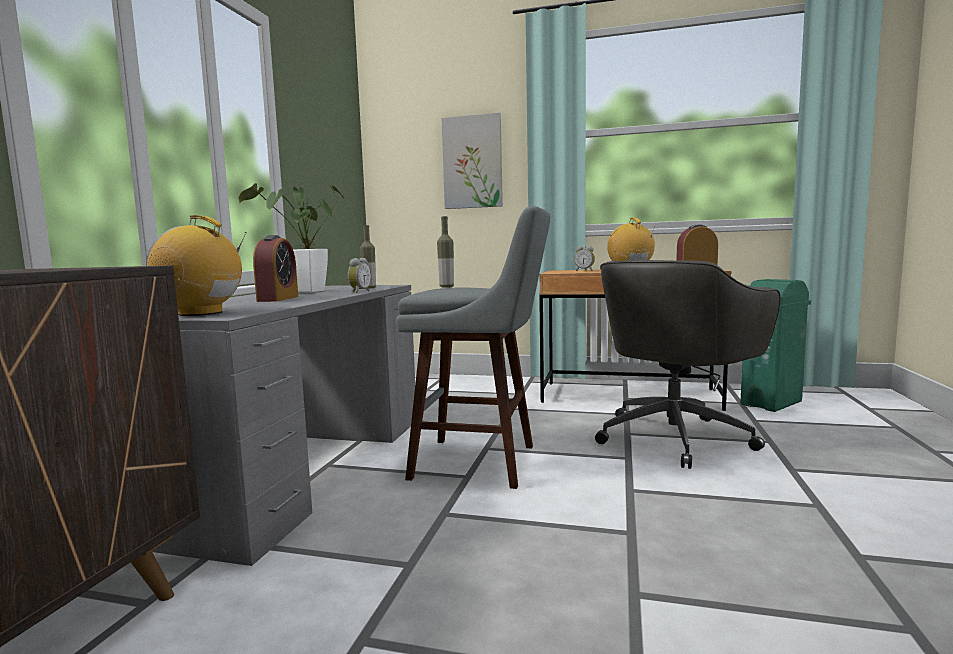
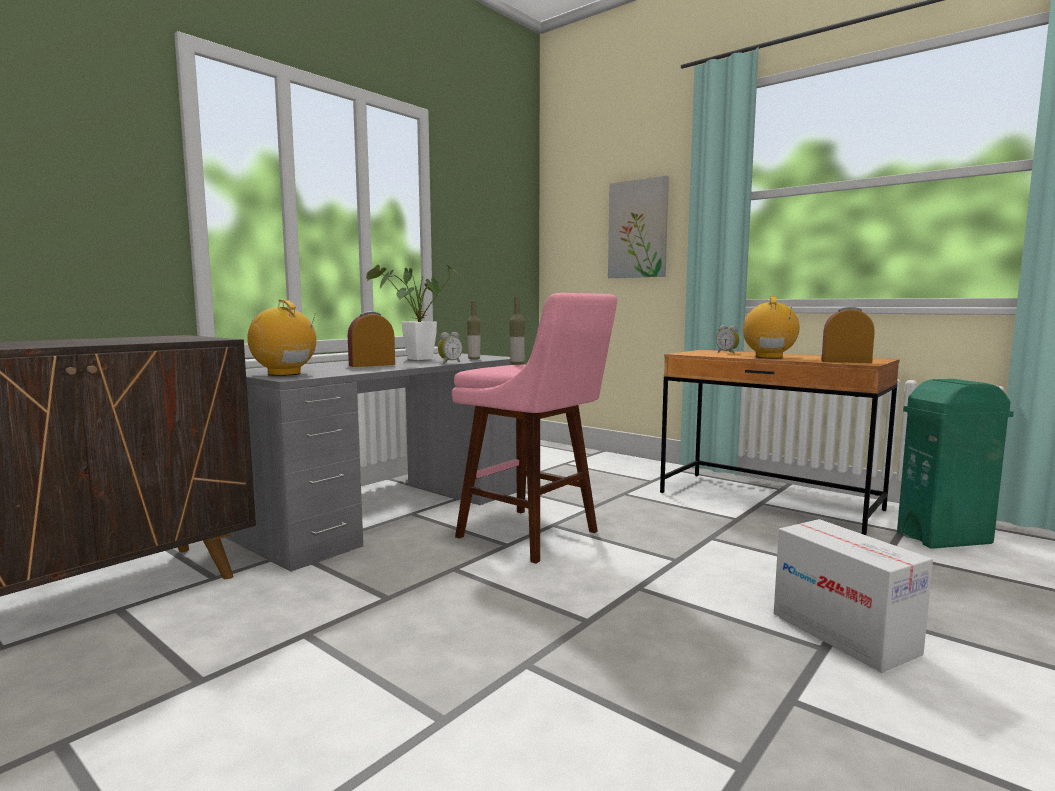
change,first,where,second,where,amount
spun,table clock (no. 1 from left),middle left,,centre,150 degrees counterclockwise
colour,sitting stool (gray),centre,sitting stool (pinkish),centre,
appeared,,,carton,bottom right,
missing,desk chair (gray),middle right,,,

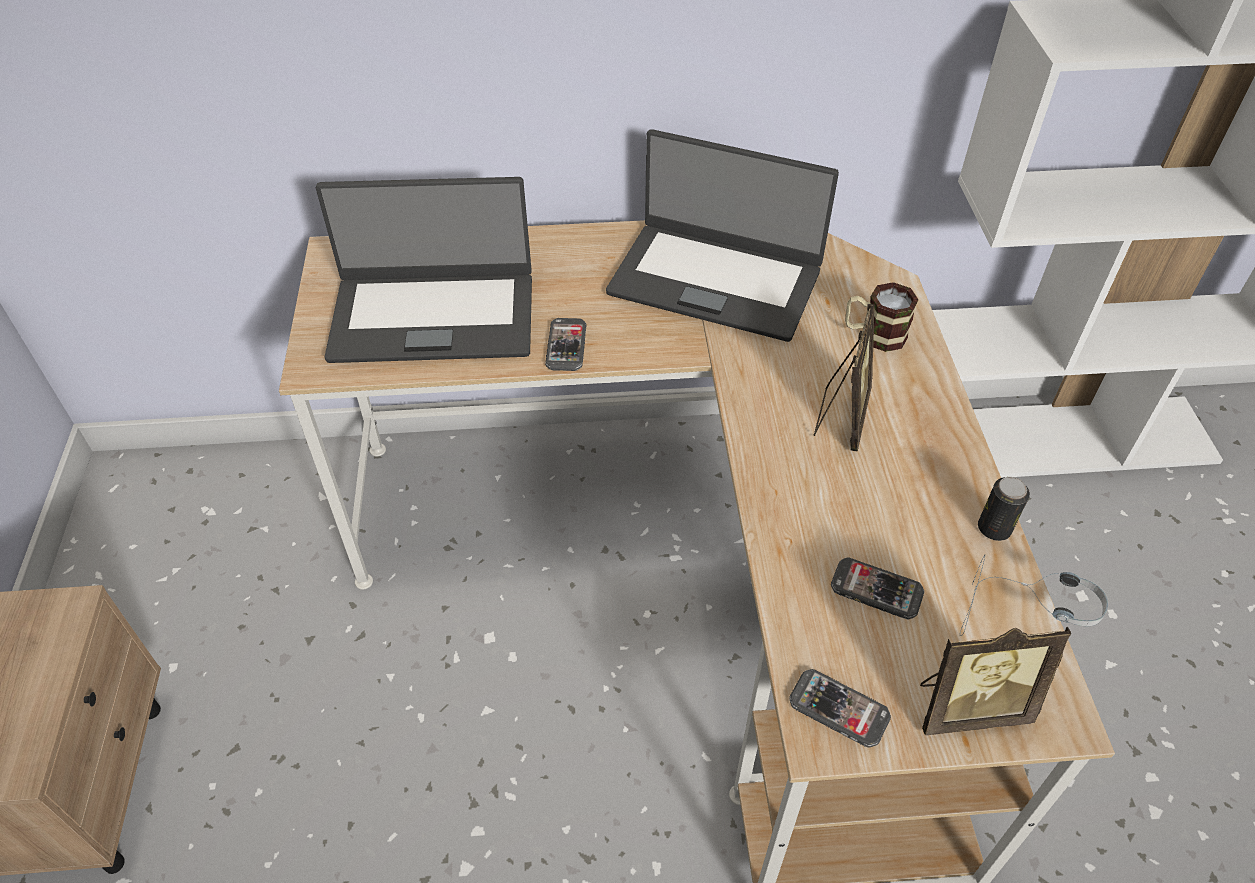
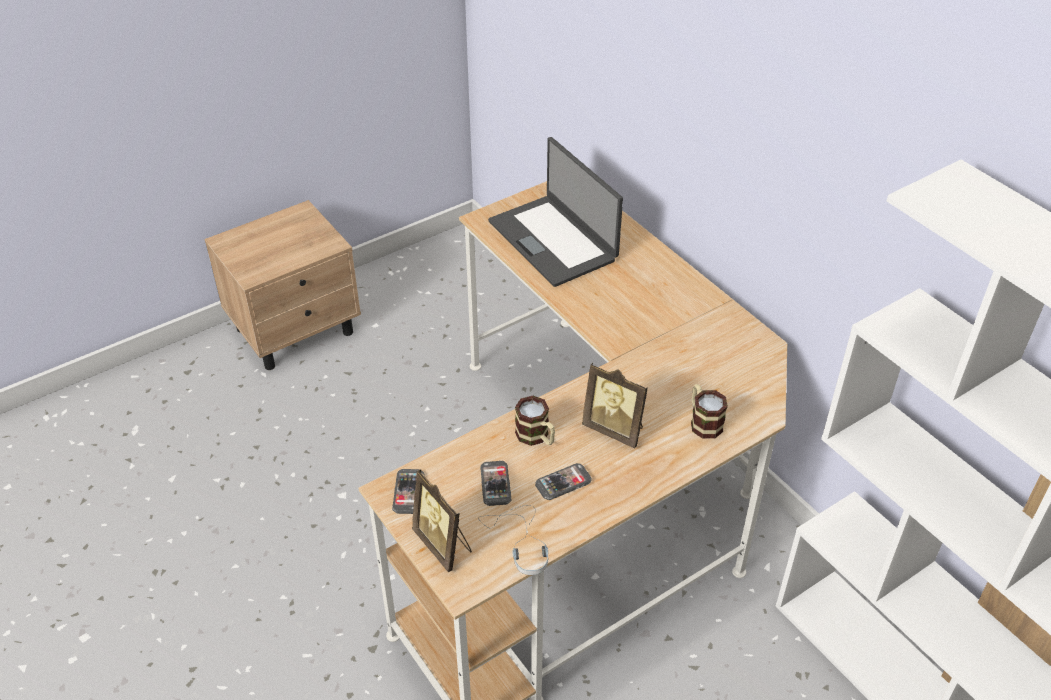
change,first,where,second,where,amount
appeared,,,coffee mug (no. 1 from left),centre,
relocated,telephone (no. 1 from left in the first image),centre,telephone (no. 3 from left),bottom centre,
spun,picture frame (no. 1 from left in the first image),middle right,picture frame (no. 2 from left),centre,45 degrees clockwise
missing,portable computer (no. 2 from left),top centre,,,
missing,sealed can,middle right,,,

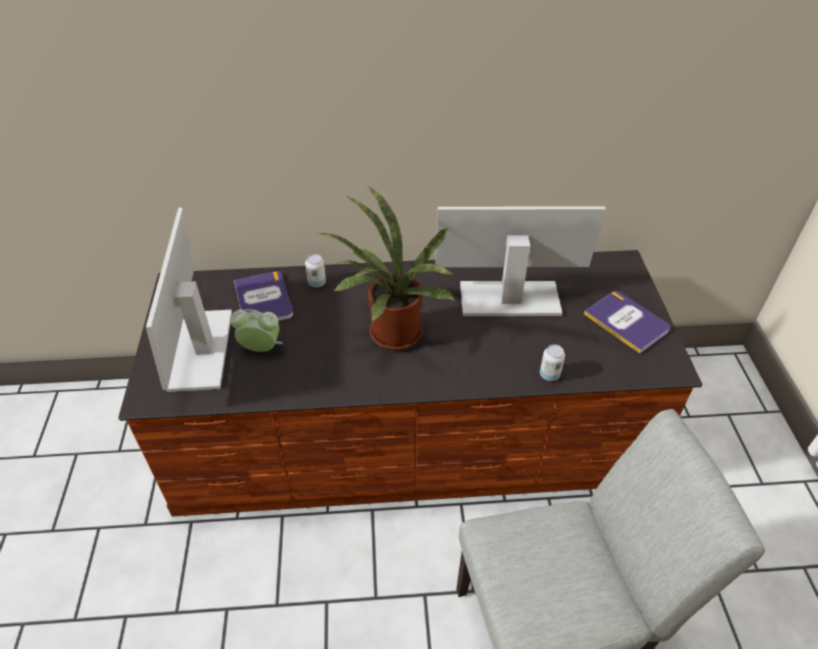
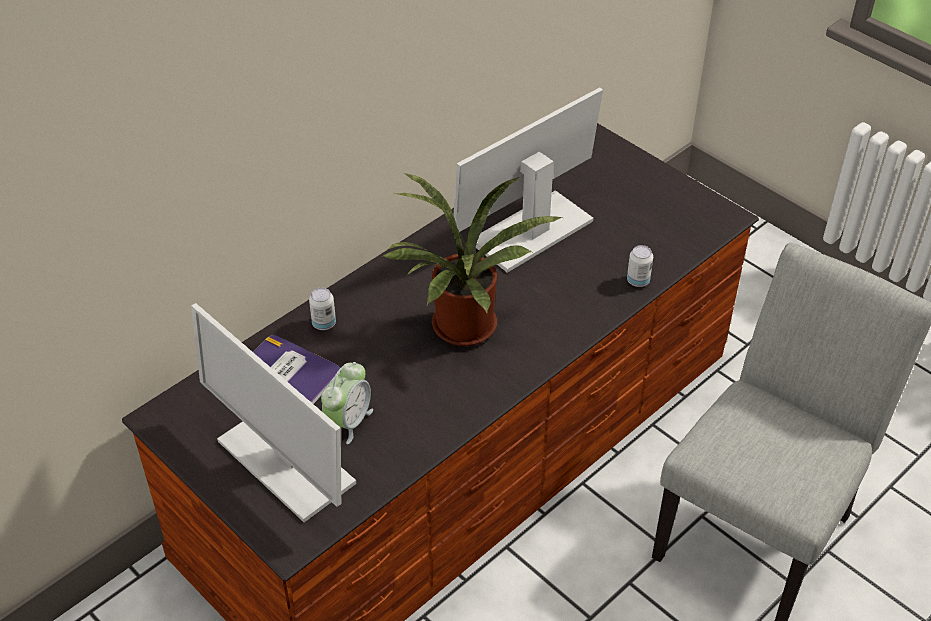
change,first,where,second,where,amount
spun,table clock,middle left,,centre,150 degrees clockwise
missing,volume (no. 2 from left),middle right,,,

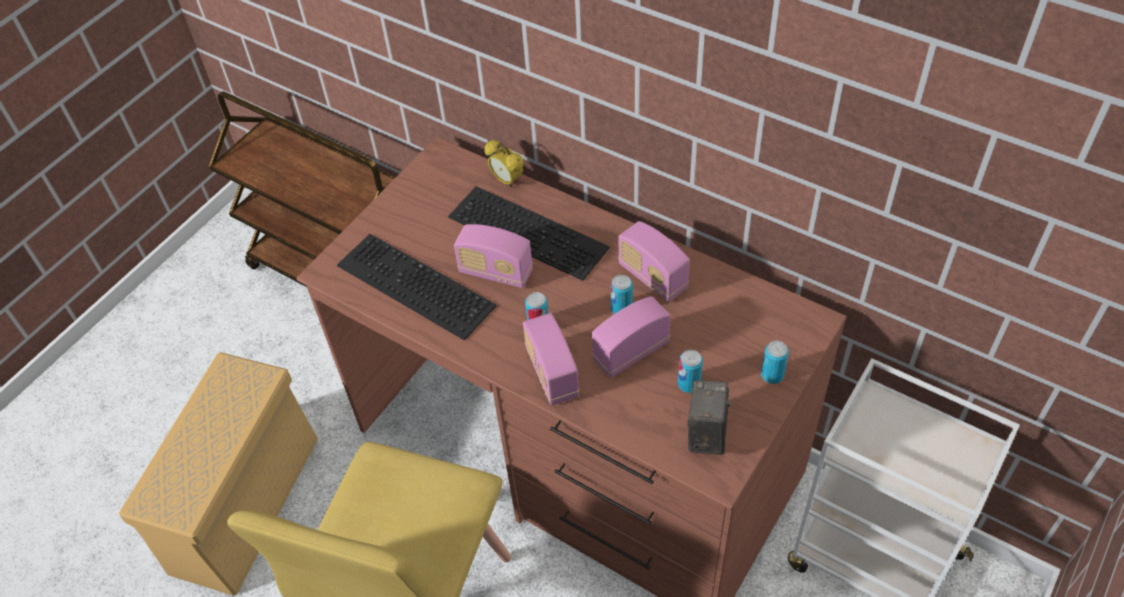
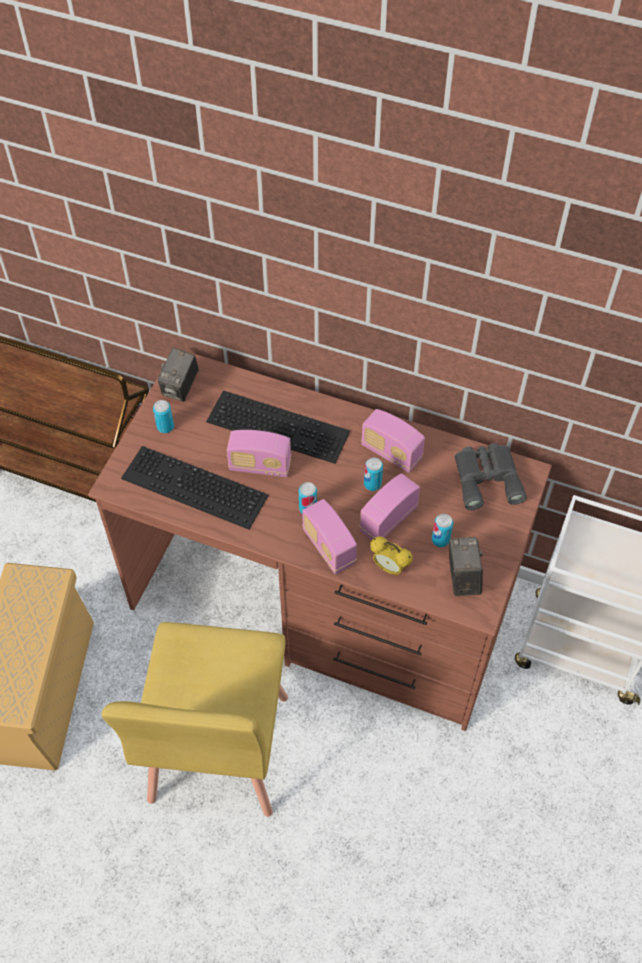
change,first,where,second,where,amount
relocated,sealed can (no. 4 from left in the first image),middle right,sealed can (no. 1 from left),middle left,
appeared,,,photo camera (no. 1 from left),middle left,
relocated,table clock,top centre,,centre,
appeared,,,field glasses (gray),middle right,

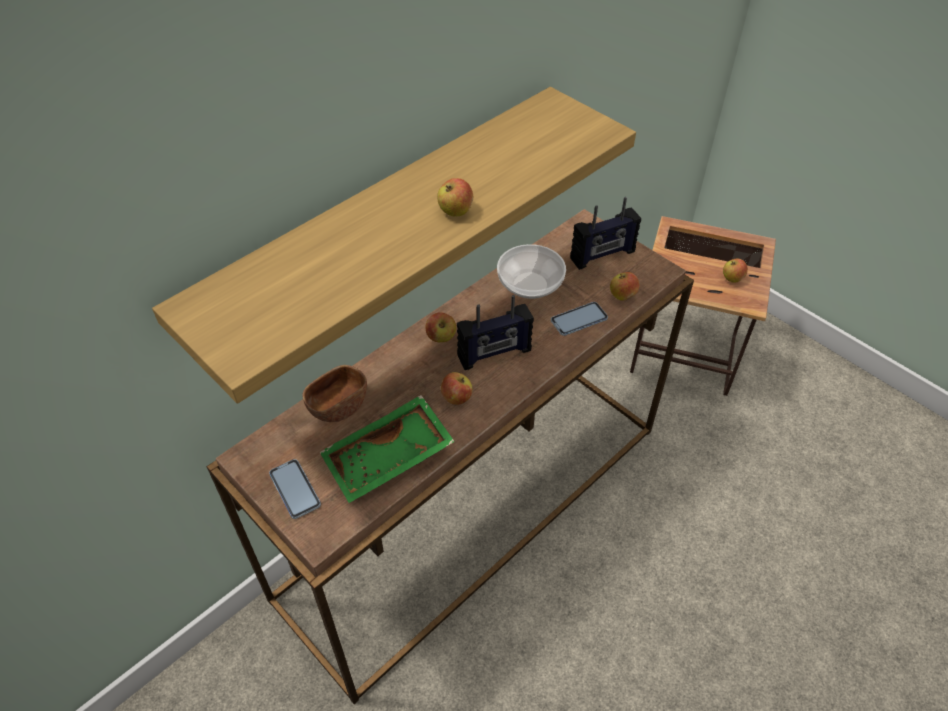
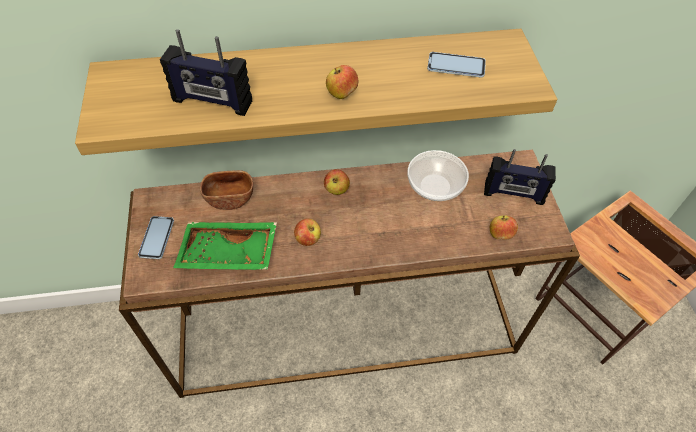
change,first,where,second,where,amount
relocated,radio receiver (no. 1 from left),centre,,top left,
relocated,telephone (no. 2 from left),centre,,top centre,
missing,apple fruit (no. 5 from left),middle right,,,

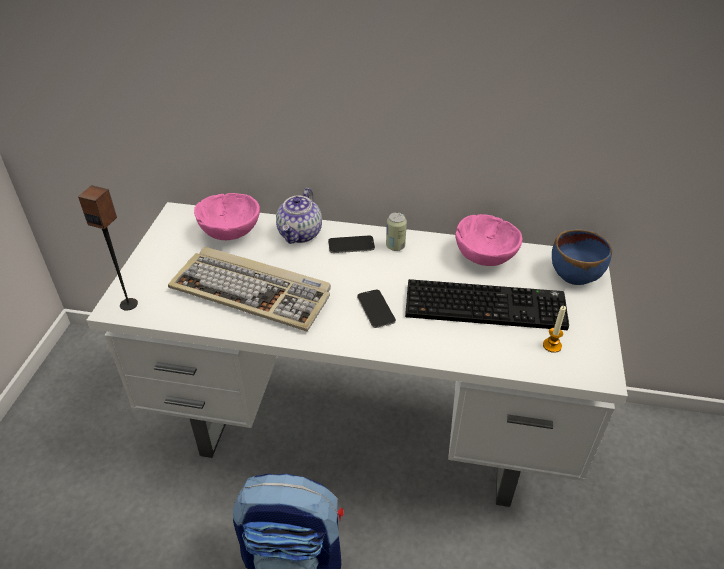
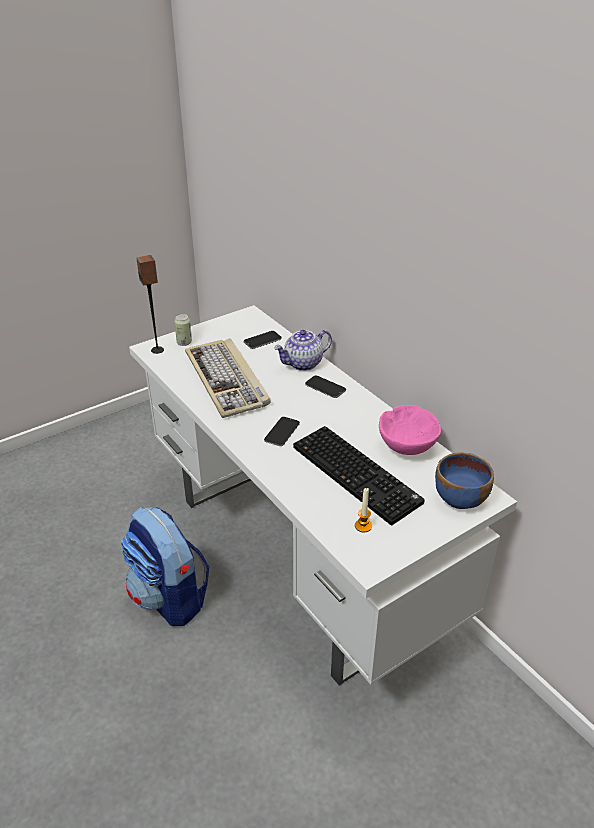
change,first,where,second,where,amount
relocated,sealed can,centre,,middle left,
exchanged,deep dish (pinkish) (no. 1 from left),middle left,telephone (no. 1 from left),centre,

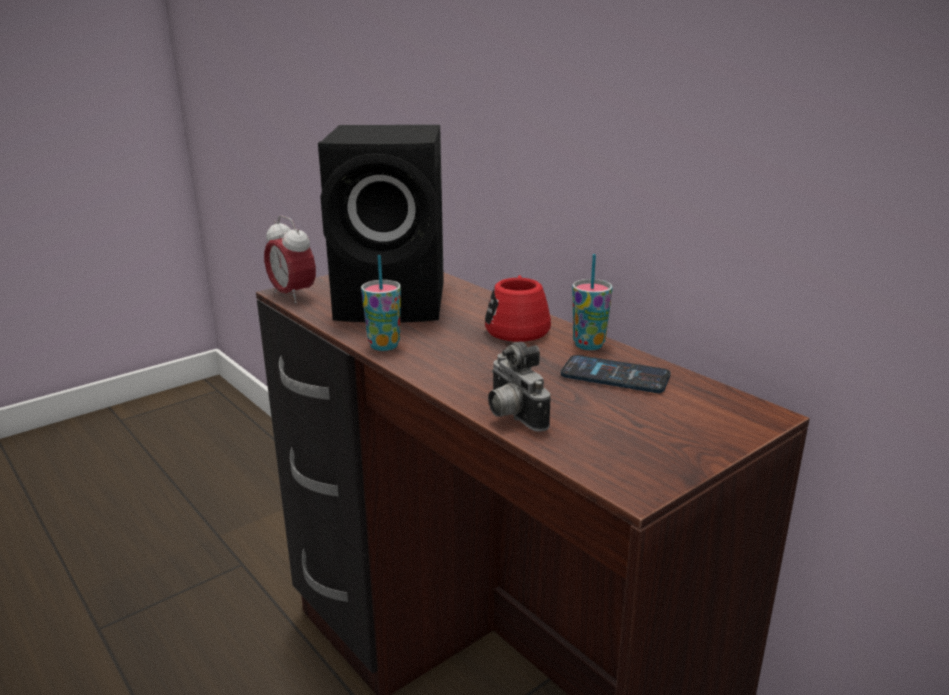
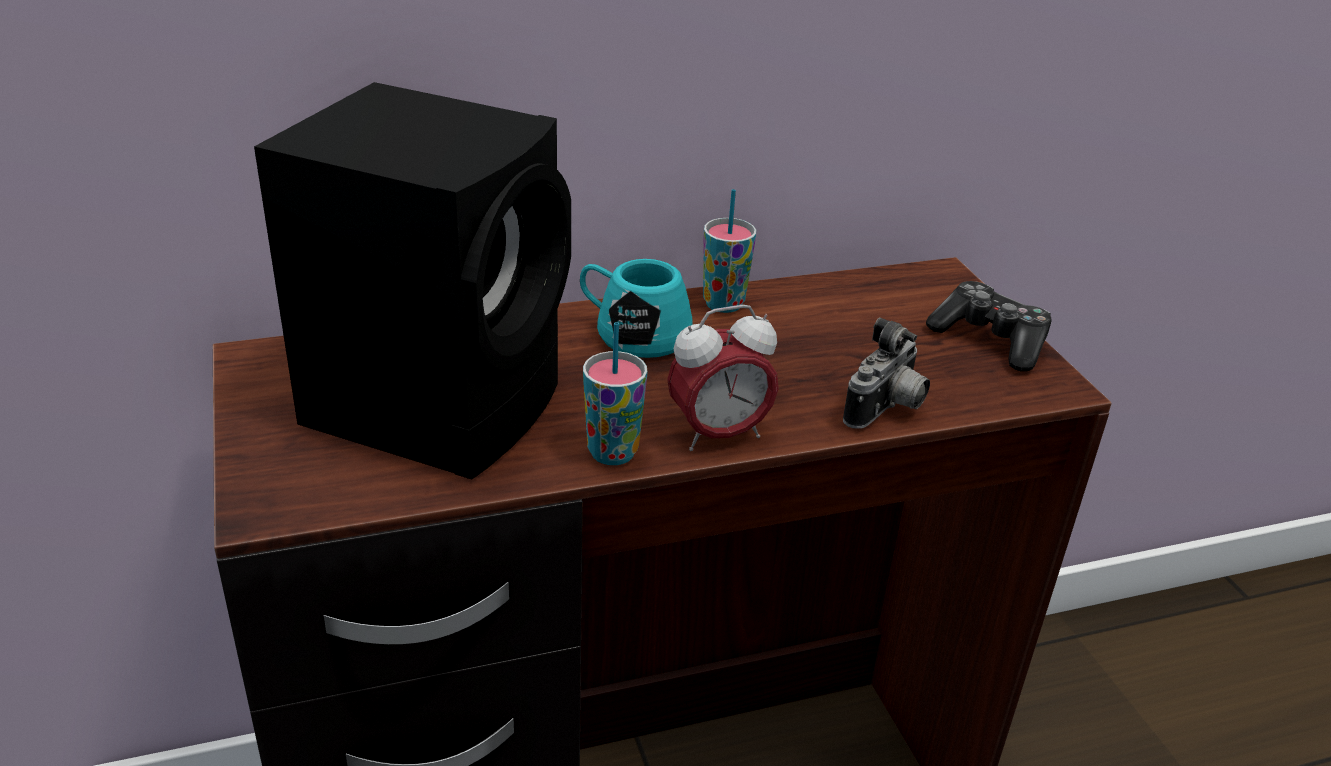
change,first,where,second,where,amount
colour,coffee mug (red-coloured),centre,coffee mug (blue-green),centre,
relocated,table clock,middle left,,centre,
spun,photo camera,centre,,centre,45 degrees counterclockwise
appeared,,,game controller,middle right,
missing,telephone,centre,,,

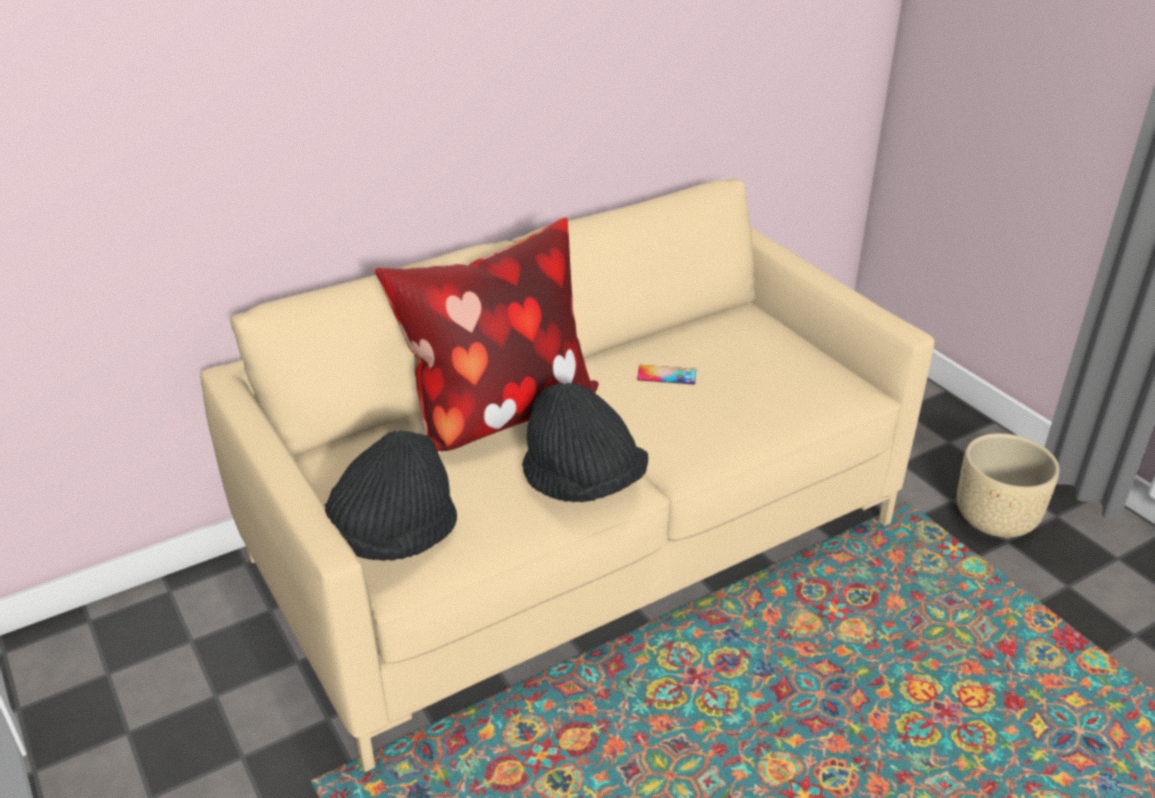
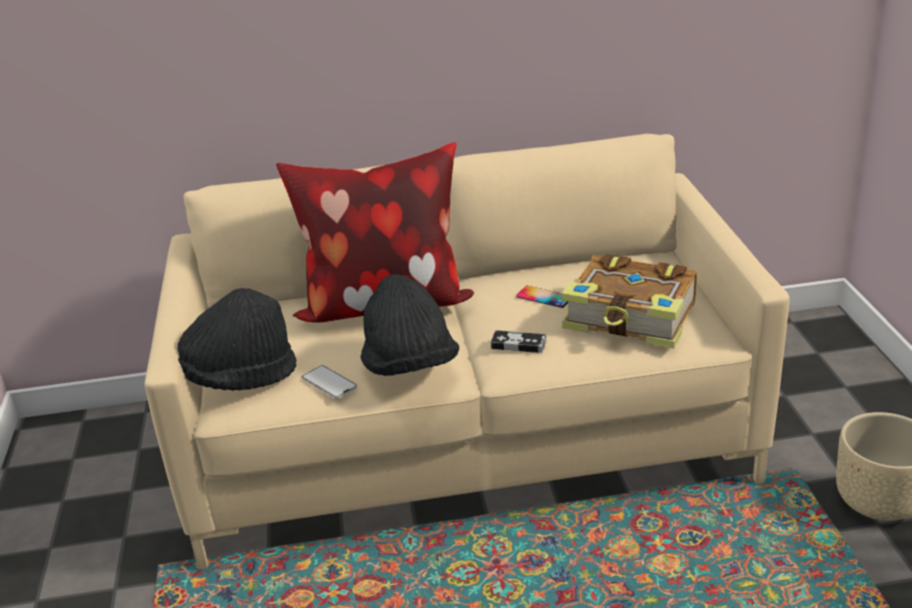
change,first,where,second,where,amount
appeared,,,telephone (no. 1 from left),centre,
appeared,,,game controller,centre,
appeared,,,volume,middle right,

